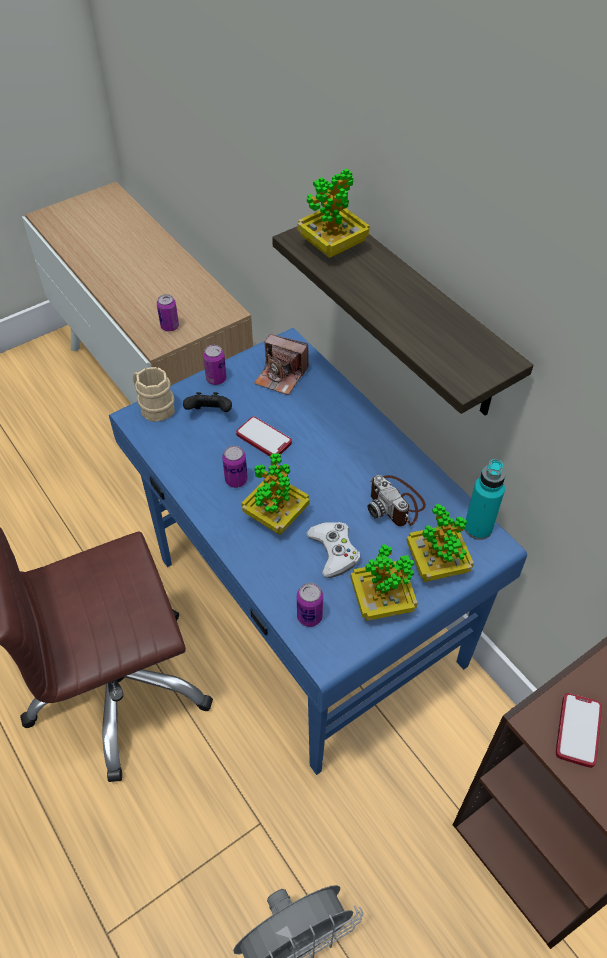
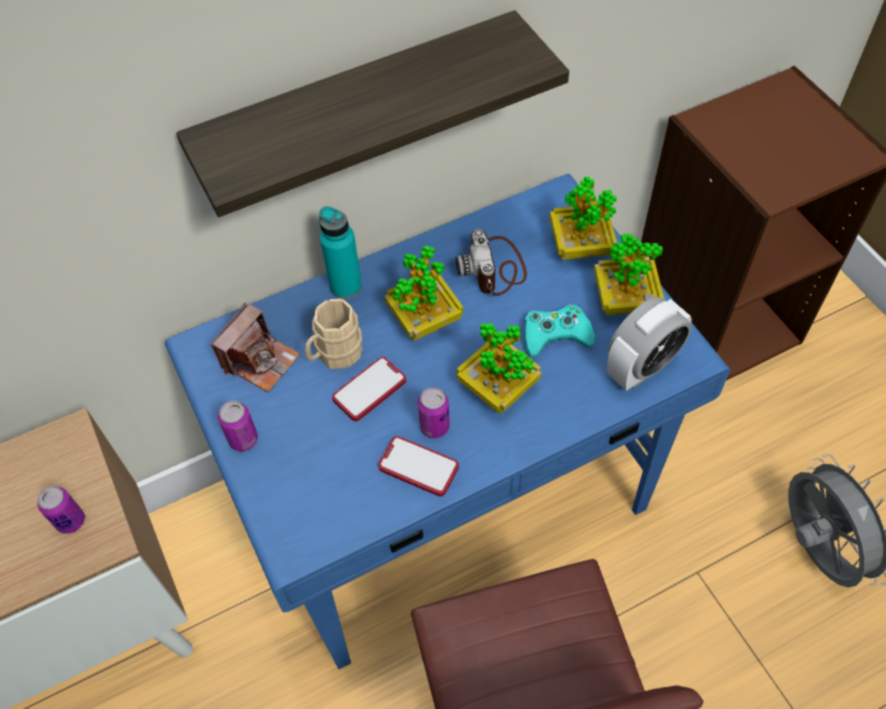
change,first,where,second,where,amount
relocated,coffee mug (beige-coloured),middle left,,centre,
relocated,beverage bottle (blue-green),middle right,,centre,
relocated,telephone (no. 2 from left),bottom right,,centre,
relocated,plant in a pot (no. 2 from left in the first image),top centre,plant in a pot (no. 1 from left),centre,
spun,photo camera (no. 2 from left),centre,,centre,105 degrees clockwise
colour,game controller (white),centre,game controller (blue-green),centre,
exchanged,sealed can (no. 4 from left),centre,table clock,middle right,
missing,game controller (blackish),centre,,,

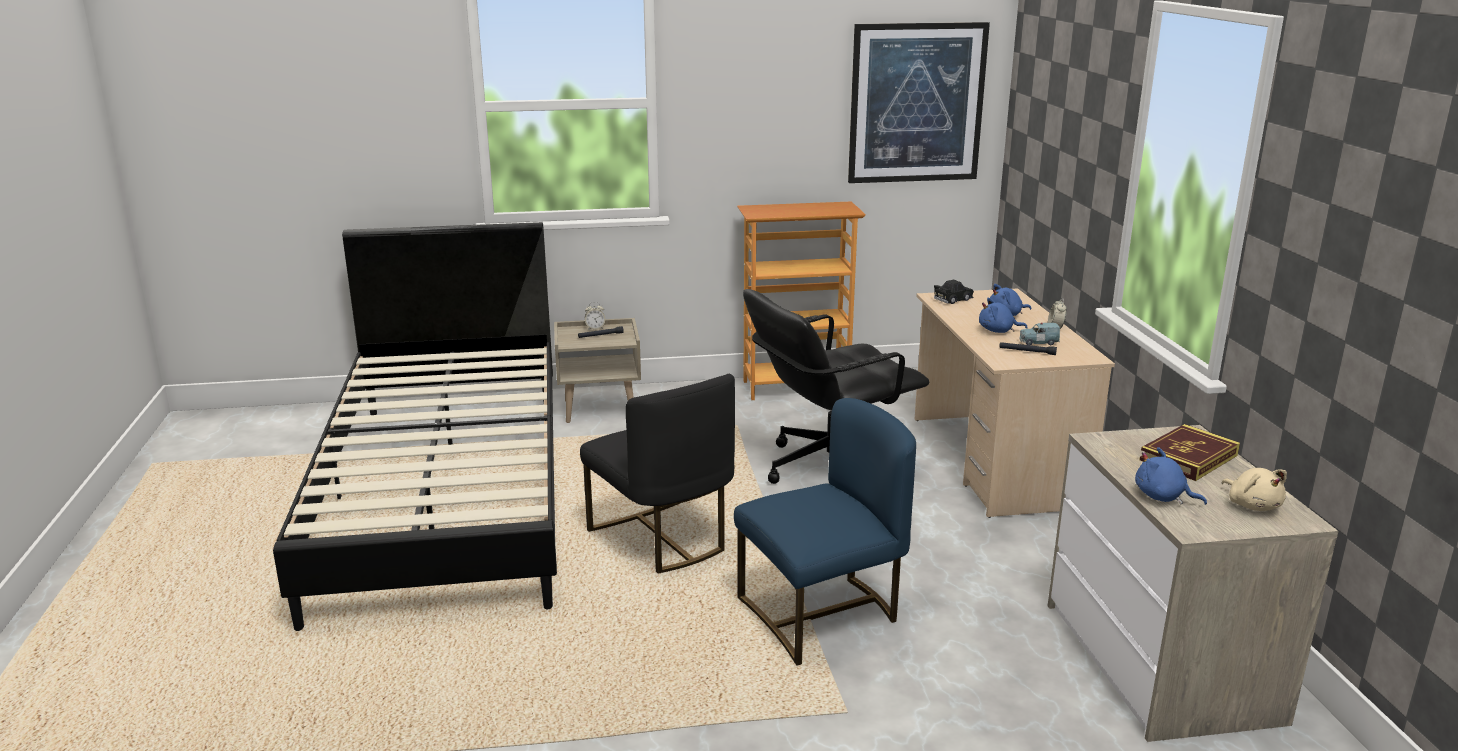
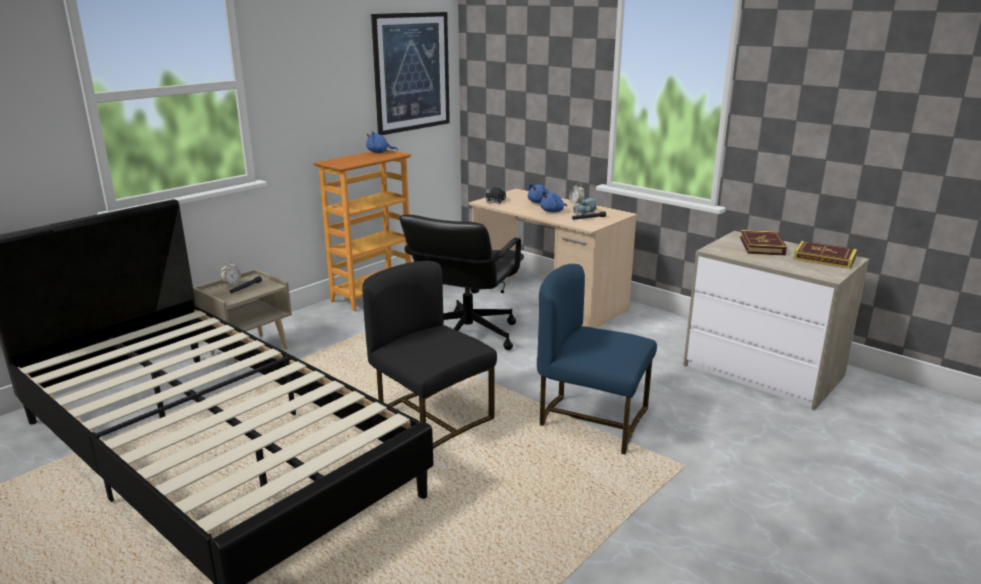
change,first,where,second,where,amount
spun,upright chair (blackish),centre,,centre,150 degrees counterclockwise
relocated,cuddly toy (bluish) (no. 3 from left in the first image),middle right,cuddly toy (bluish) (no. 1 from left),top centre,
spun,upright chair (bluish),bottom centre,,centre,90 degrees counterclockwise
exchanged,cuddly toy (beige-coloured),middle right,volume (no. 2 from left),middle right,

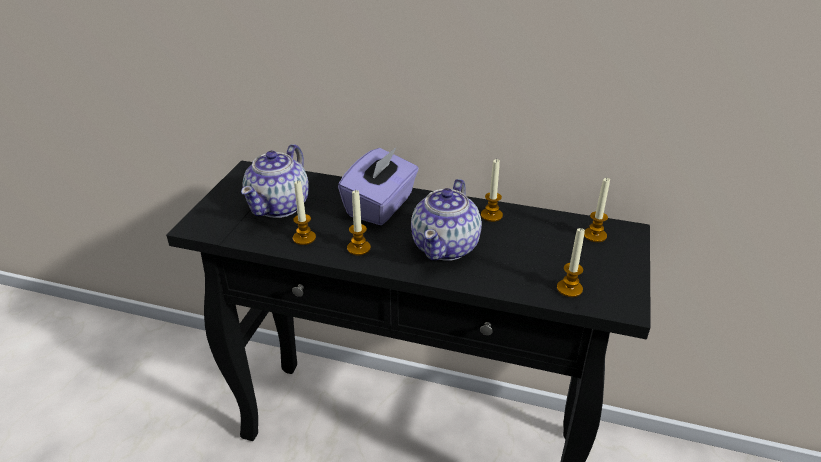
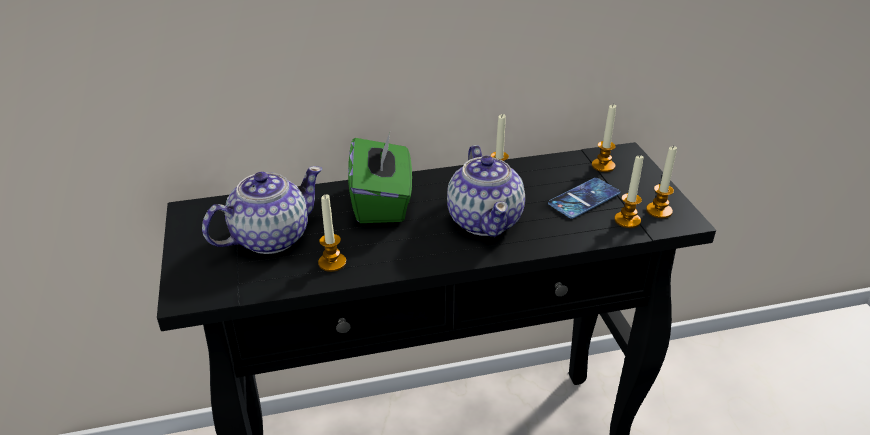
change,first,where,second,where,amount
spun,tea pot (no. 1 from left),centre,,middle left,120 degrees counterclockwise
colour,tissue box (purple-coloured),centre,tissue box (green),centre,
appeared,,,telephone,middle right,
relocated,wax candle (no. 2 from left in the first image),centre,wax candle (no. 5 from left),middle right,

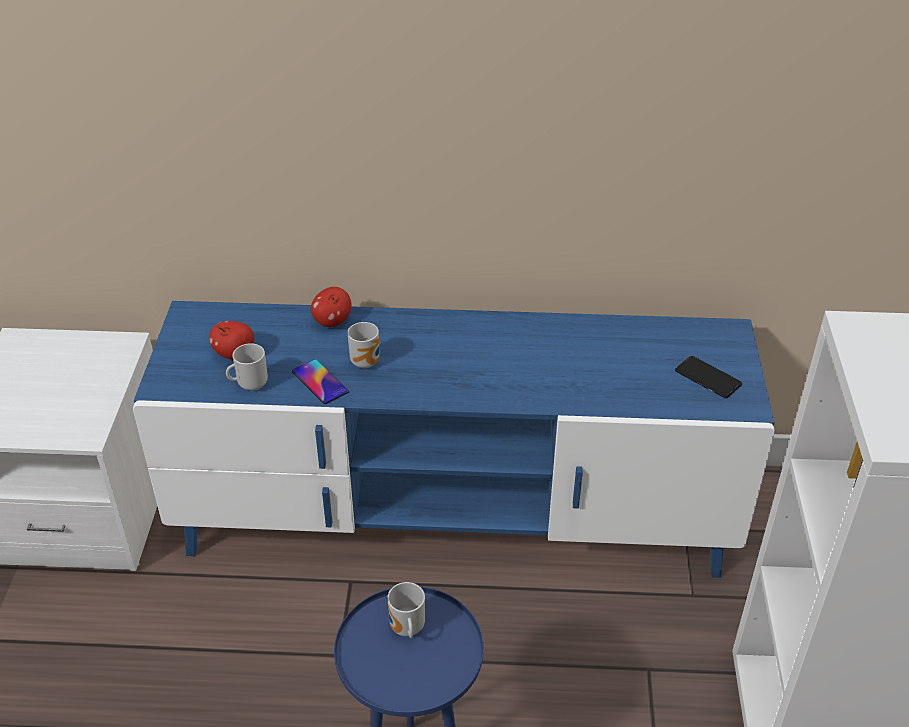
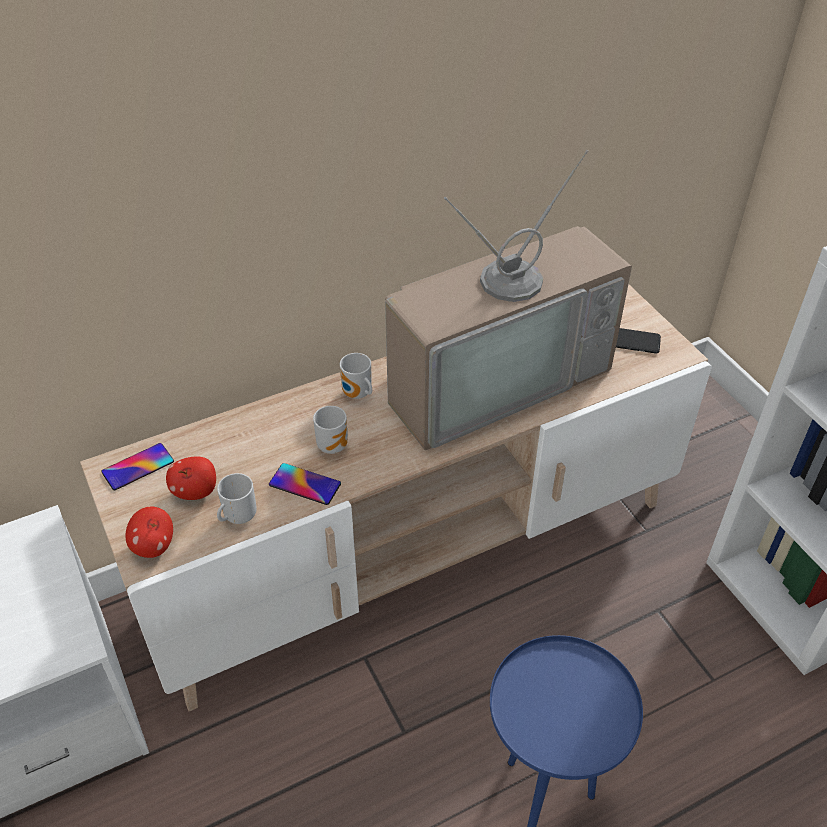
change,first,where,second,where,amount
colour,tv stand (bluish),centre,tv stand (beige-coloured),centre,
appeared,,,telephone (no. 1 from left),middle left,
relocated,apple fruit (no. 2 from left in the first image),centre,apple fruit (no. 1 from left),middle left,
relocated,coffee mug (no. 3 from left),bottom centre,,centre,
appeared,,,TV,centre,

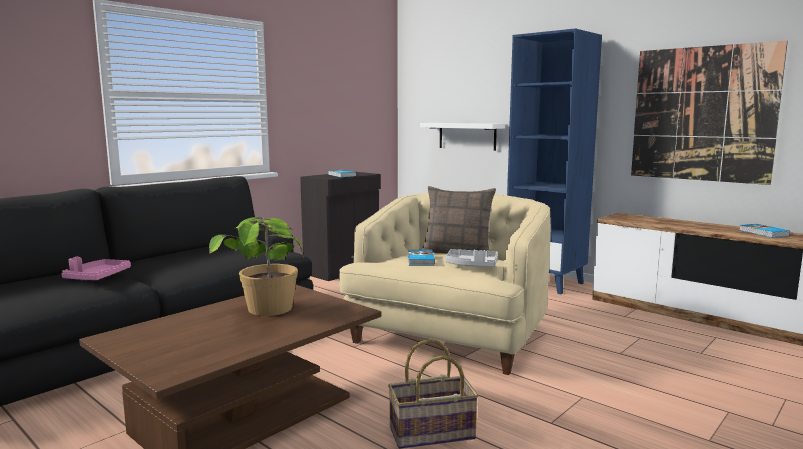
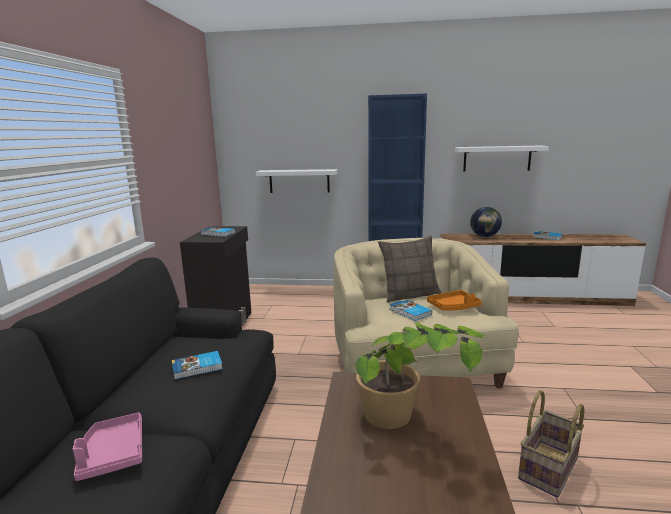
change,first,where,second,where,amount
appeared,,,volume (no. 1 from left),bottom left,
colour,carrying tray (gray),centre,carrying tray (orange),middle right,
exchanged,picture,top right,wall shelf (white) (no. 2 from left),top right,
appeared,,,desk globe,middle right,

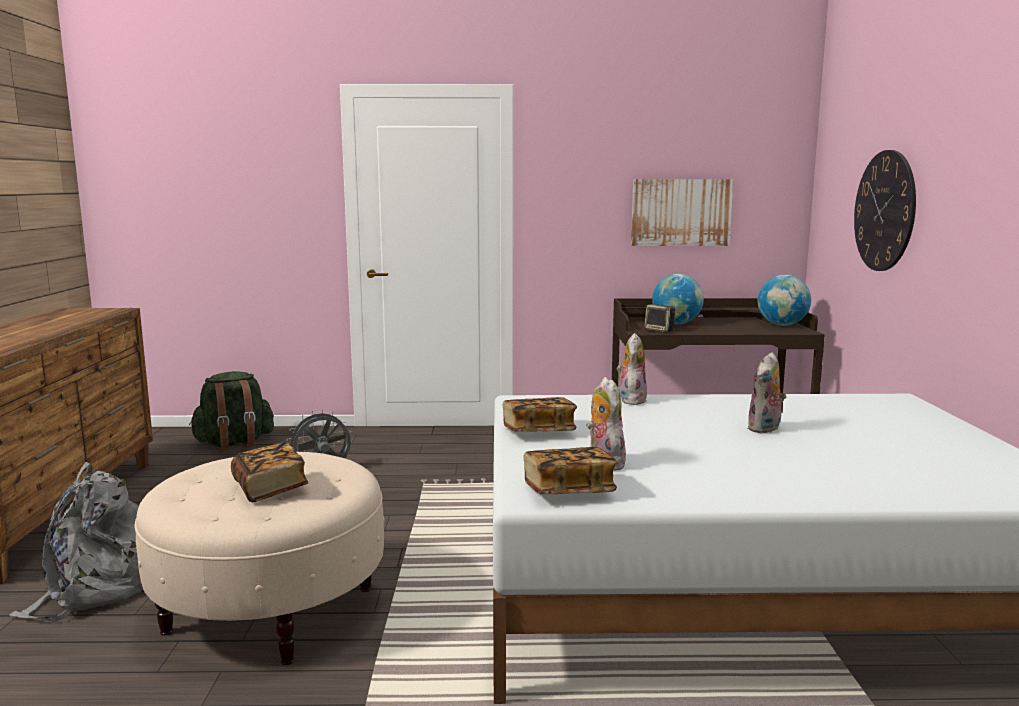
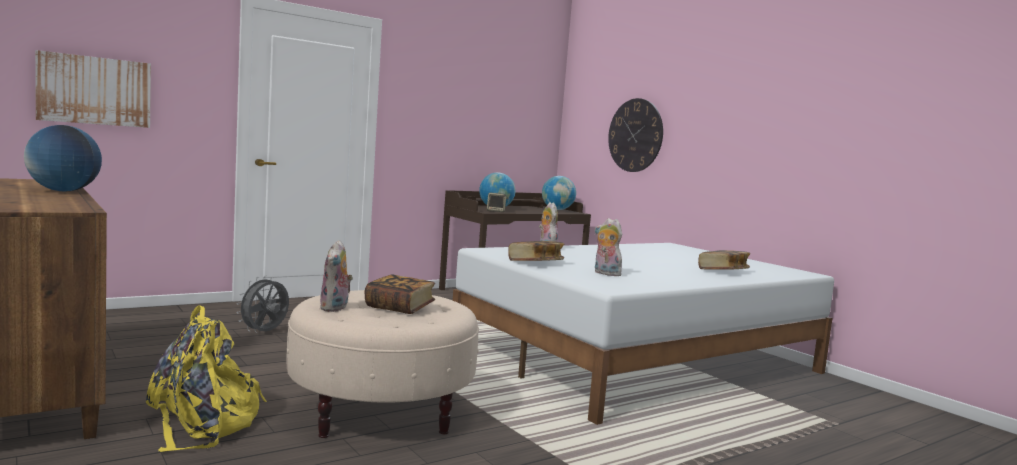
change,first,where,second,where,amount
appeared,,,desk globe (no. 1 from left),middle left,
relocated,picture,top right,,top left,
colour,knapsack (gray),bottom left,knapsack (yellowish),bottom left,
relocated,cuddly toy (no. 3 from left in the first image),middle right,cuddly toy (no. 1 from left),middle left,
relocated,volume (no. 3 from left),centre,,middle right,
missing,knapsack (green),middle left,,,

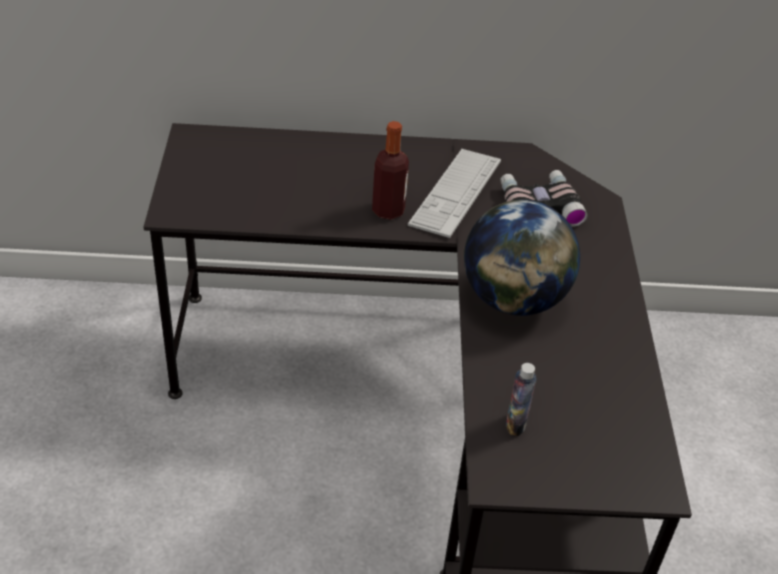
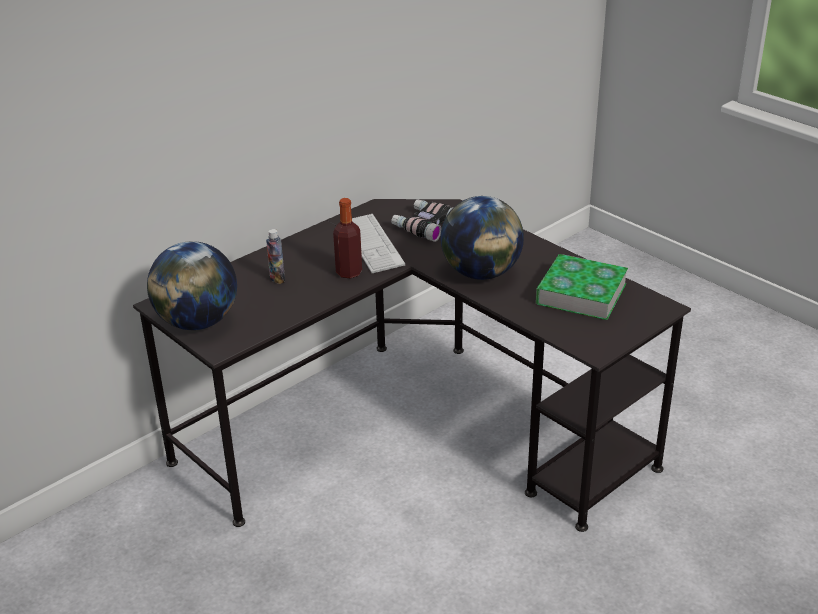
change,first,where,second,where,amount
appeared,,,desk globe (no. 1 from left),middle left,
relocated,beverage bottle (no. 2 from left in the first image),bottom right,beverage bottle (no. 1 from left),centre,
appeared,,,volume,middle right,

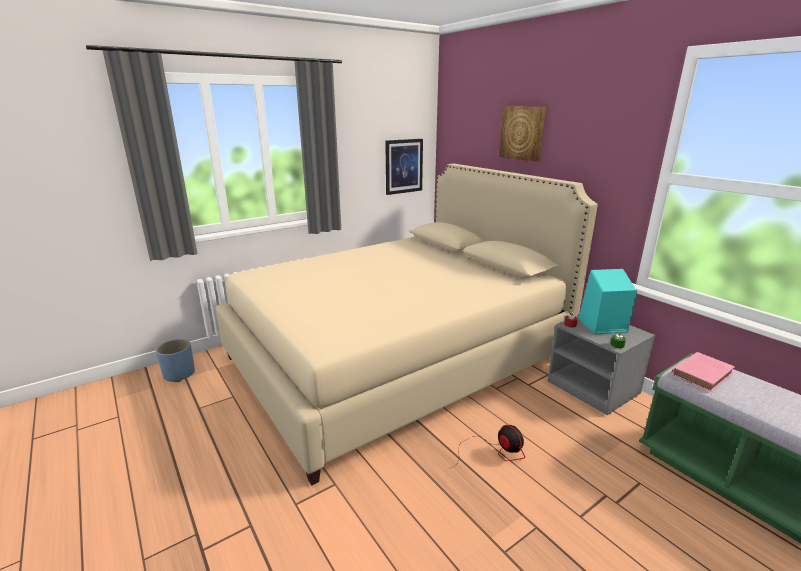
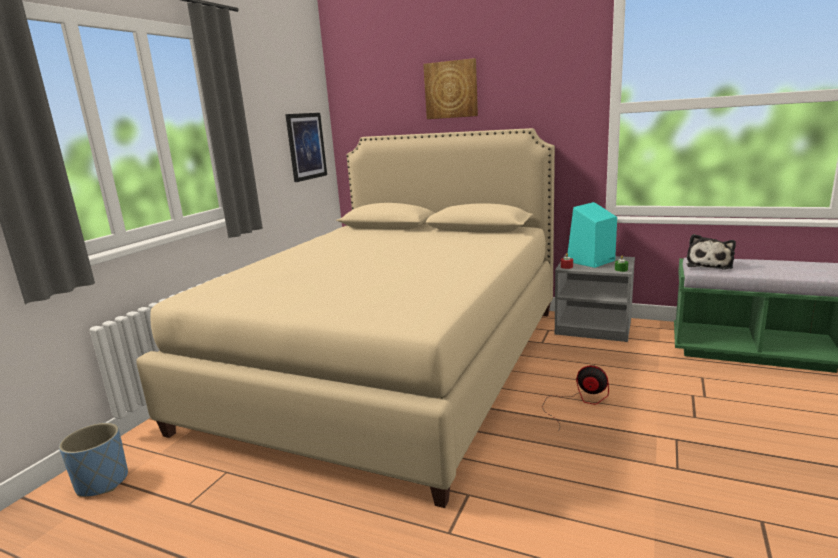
change,first,where,second,where,amount
exchanged,volume (pinkish),middle right,cuddly toy,middle right,

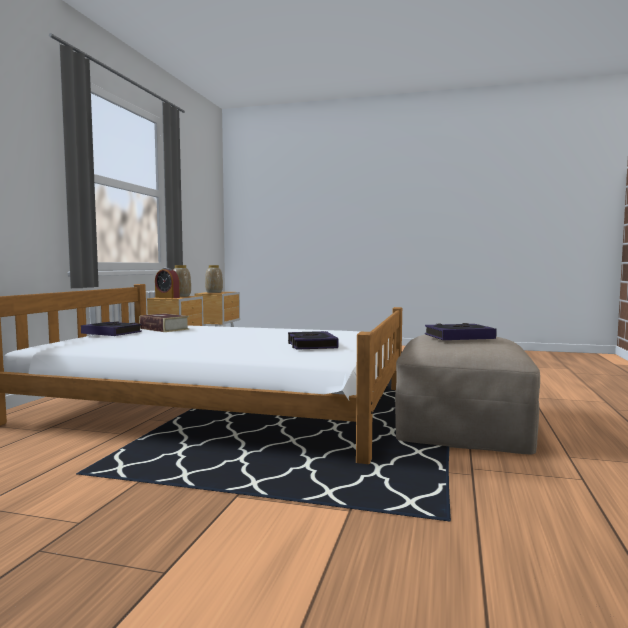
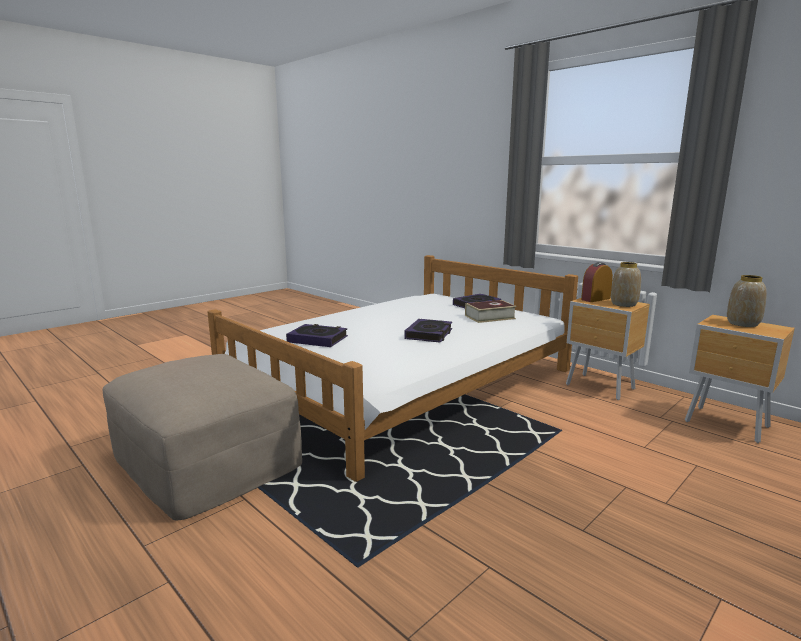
change,first,where,second,where,amount
relocated,volume (no. 4 from left in the first image),middle right,volume (no. 2 from left),centre,

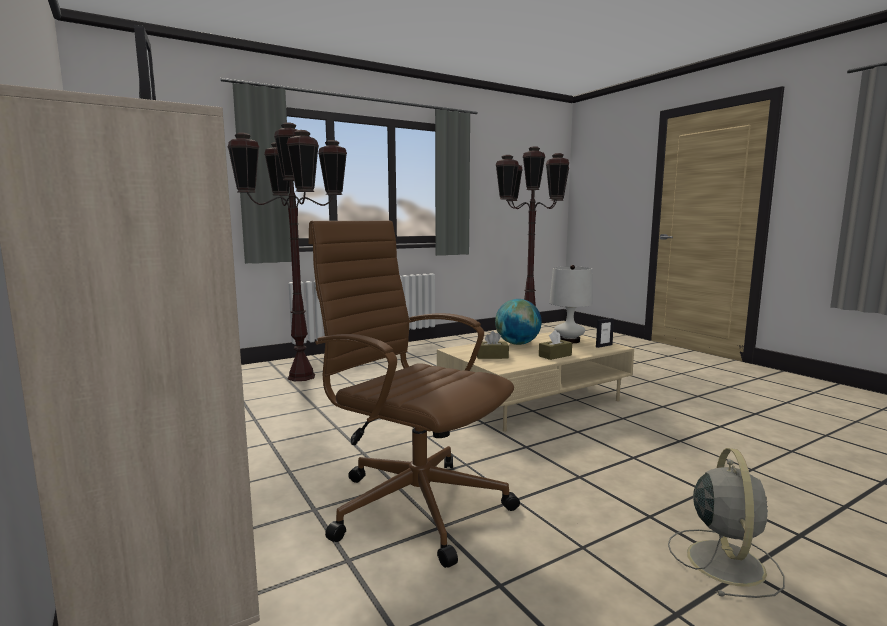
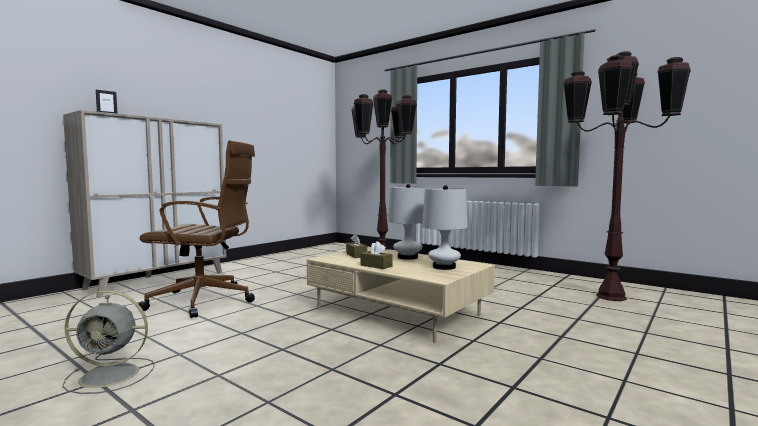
change,first,where,second,where,amount
spun,desk chair (brown-coloured),centre,,middle left,75 degrees clockwise
exchanged,desk globe,centre,tabletop lamp (white) (no. 1 from left),centre,
missing,picture frame (no. 2 from left),middle right,,,

